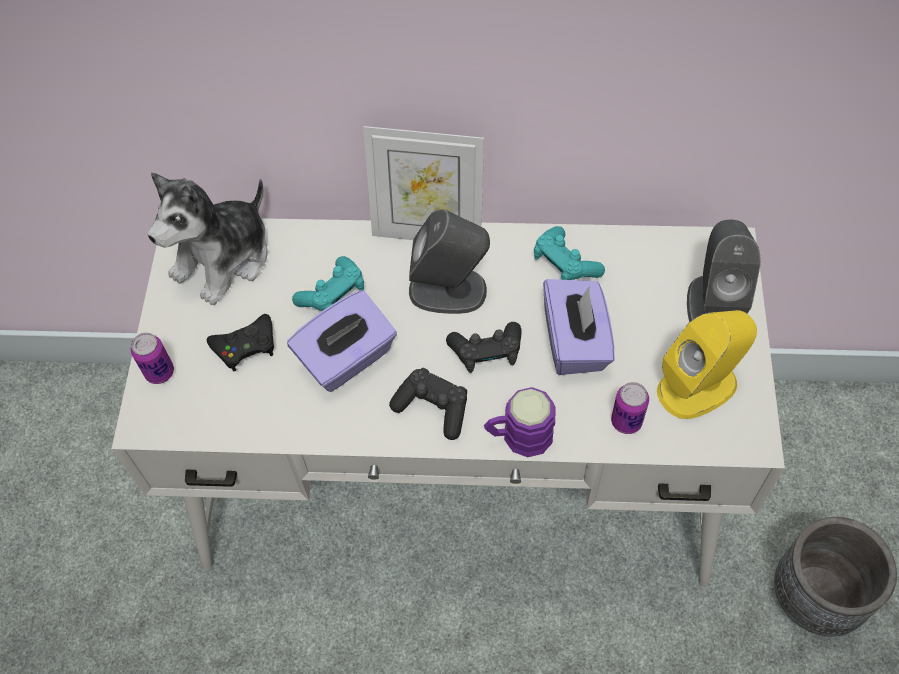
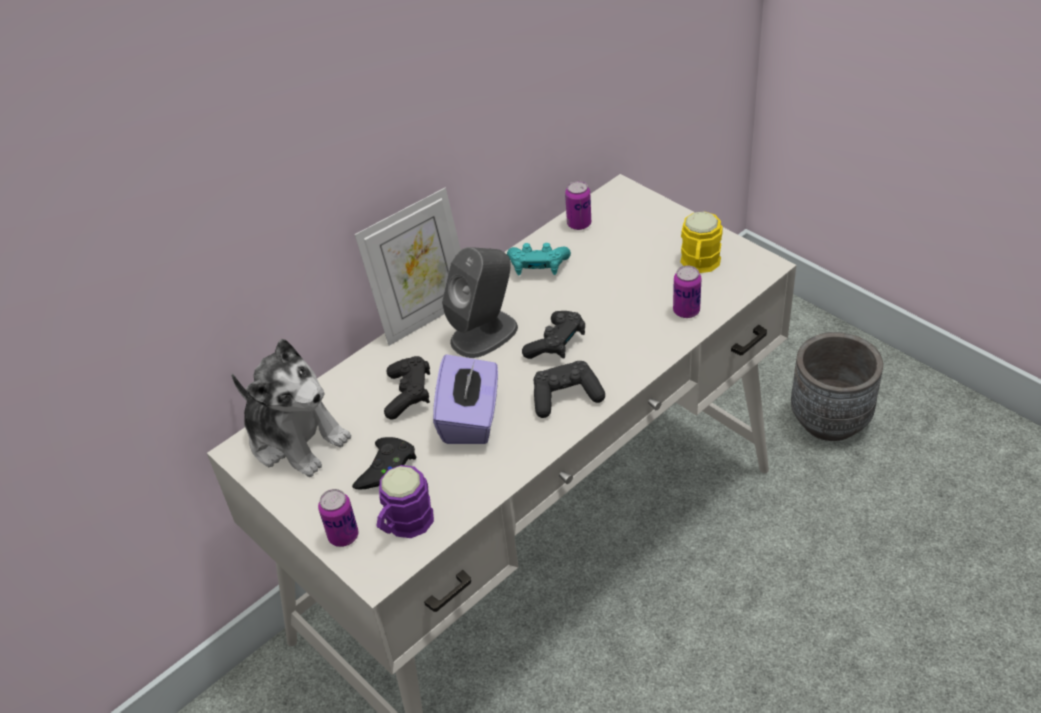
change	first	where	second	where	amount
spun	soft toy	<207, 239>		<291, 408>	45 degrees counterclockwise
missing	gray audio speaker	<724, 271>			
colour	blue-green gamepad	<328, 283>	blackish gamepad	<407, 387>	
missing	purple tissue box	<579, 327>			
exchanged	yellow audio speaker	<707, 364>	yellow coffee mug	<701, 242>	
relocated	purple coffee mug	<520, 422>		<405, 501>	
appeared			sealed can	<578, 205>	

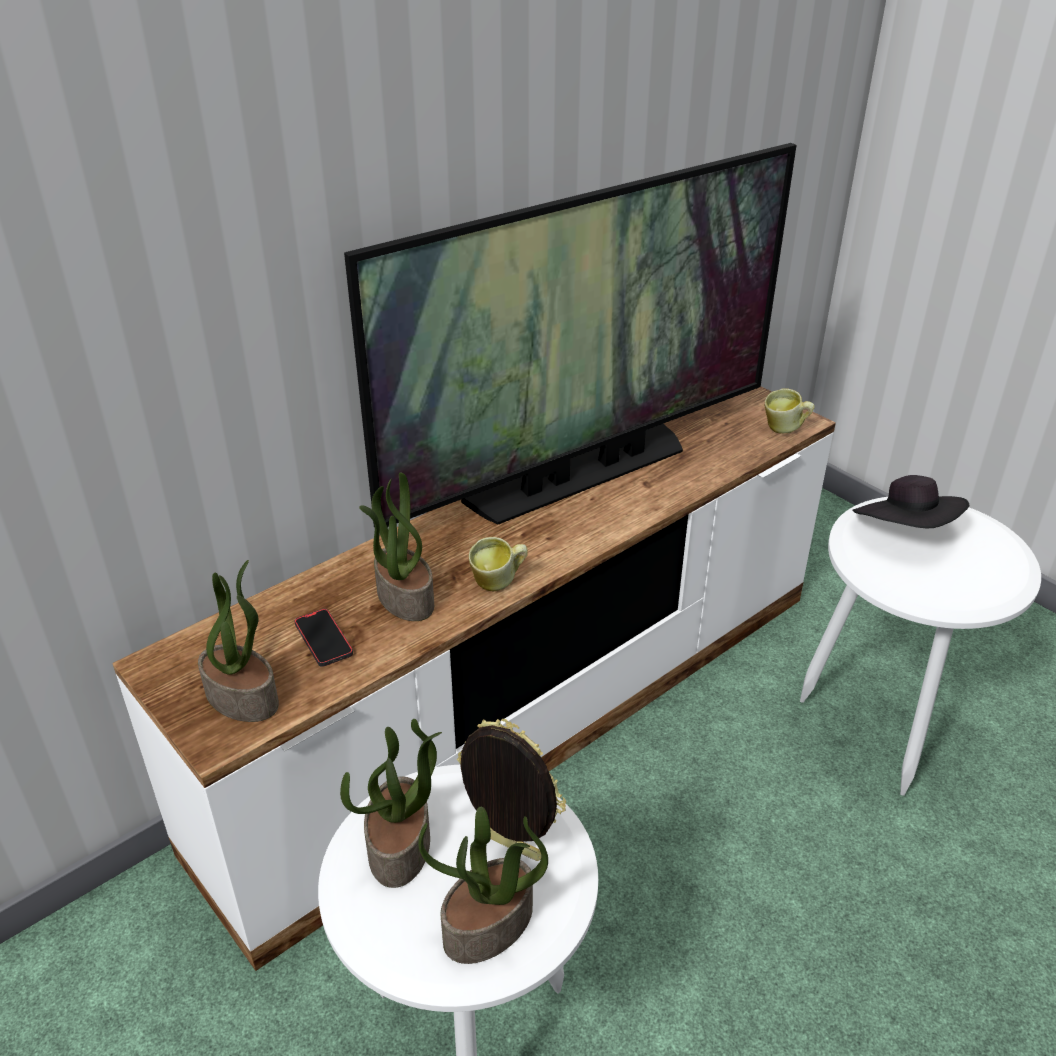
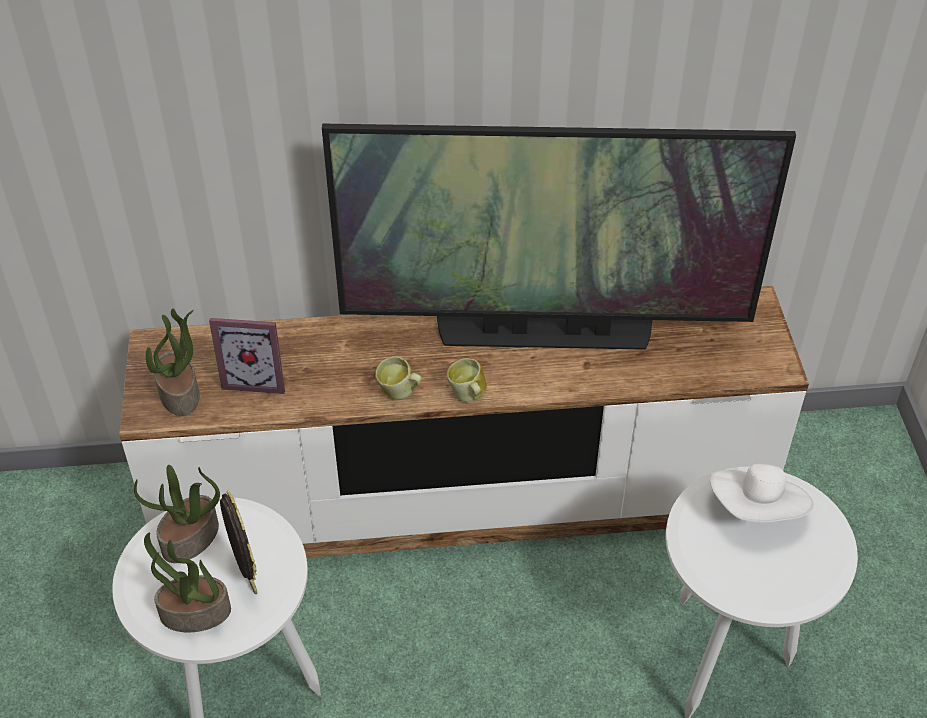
change	first	where	second	where	amount
relocated	coffee mug	<790, 410>		<467, 380>	
missing	plant in a pot	<396, 547>			
colour	blackish hat	<911, 501>	white-coloured hat	<762, 493>	
exchanged	phone	<323, 638>	standing frame	<247, 356>	

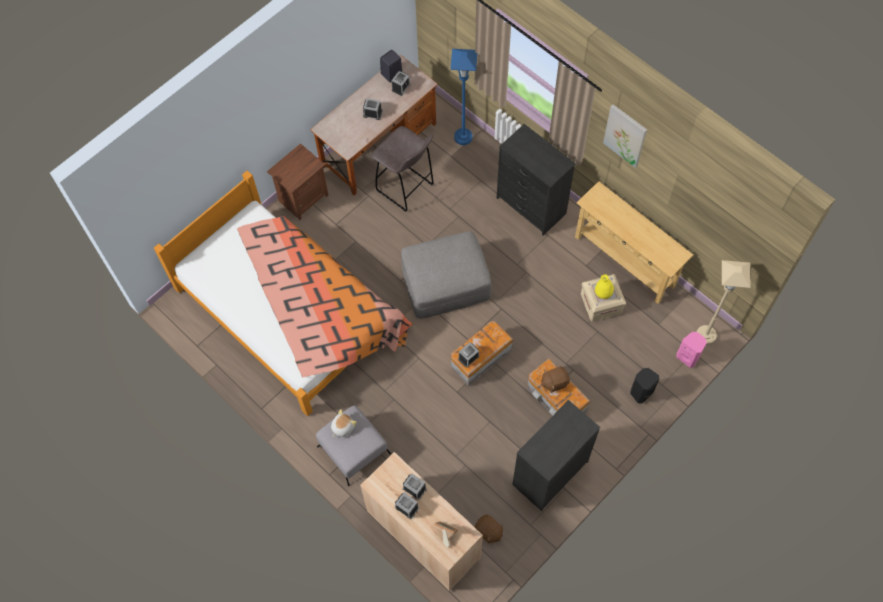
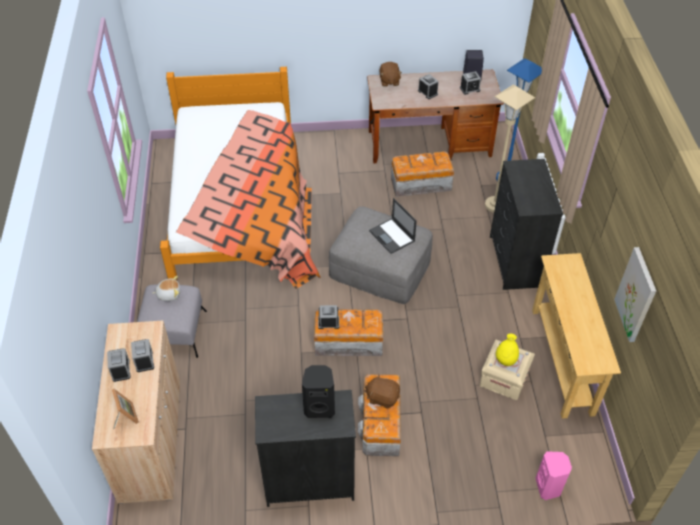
change	first	where	second	where	amount
relocated	picture	<625, 136>		<635, 294>	
exchanged	gray stool	<402, 169>	storage box	<422, 174>	
missing	brown bedside table	<298, 182>			
relocated	beige-coloured standing lamp	<723, 302>		<510, 148>	
relocated	blackish audio speaker	<644, 386>		<318, 391>	
relocated	brown soft toy	<489, 529>		<391, 74>	
appeared			portable computer	<393, 226>	

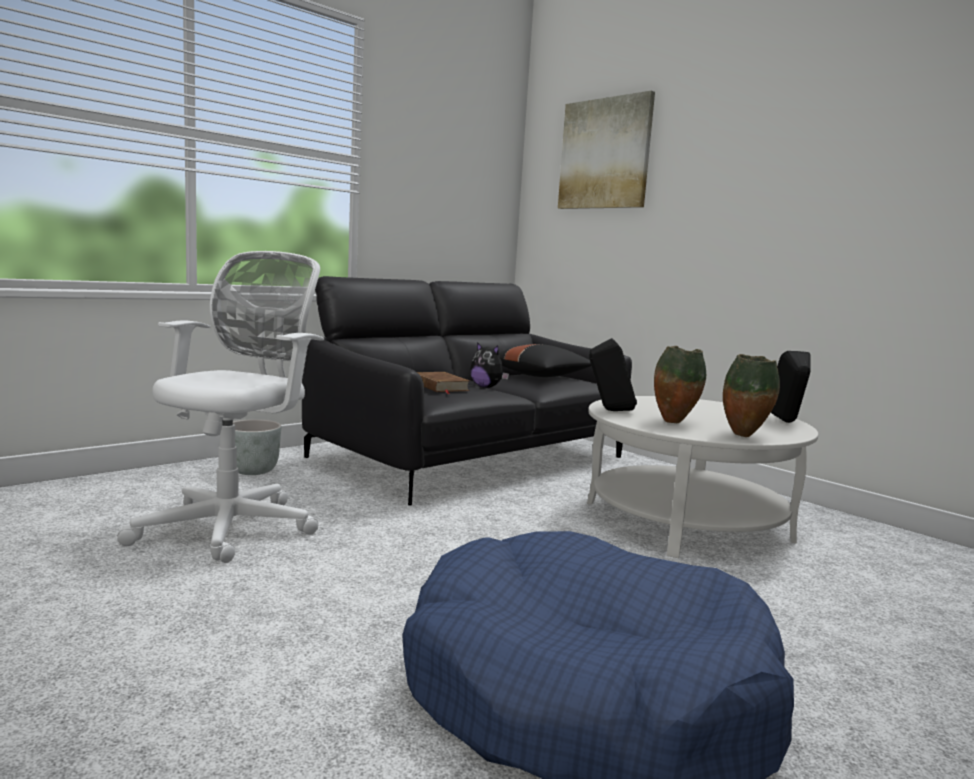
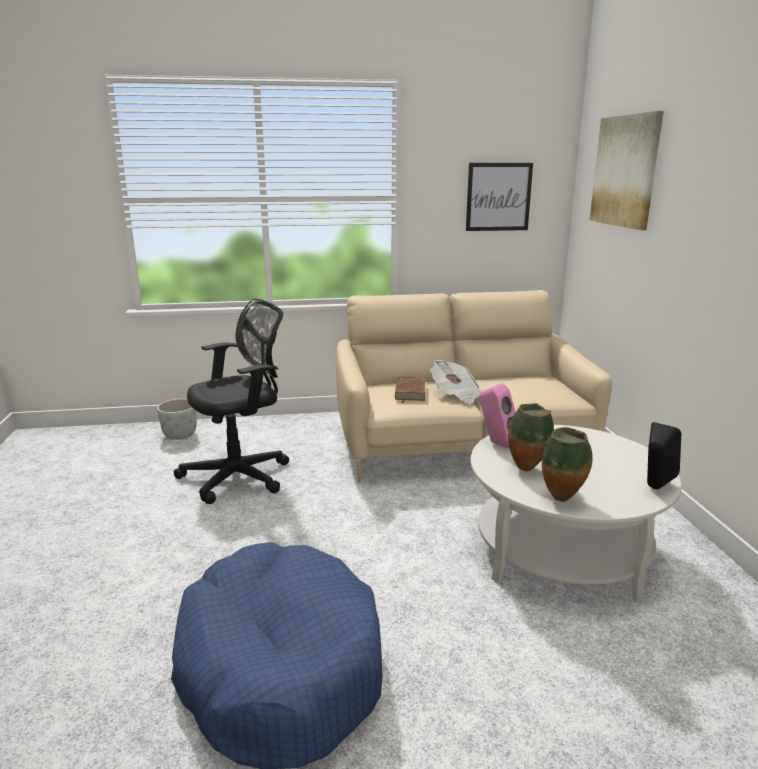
change	first	where	second	where	amount
colour	white-coloured computer chair	<220, 407>	blackish computer chair	<231, 401>	
colour	blackish sofa	<467, 391>	beige-coloured sofa	<474, 386>	
colour	blackish audio speaker	<613, 374>	pink audio speaker	<497, 416>	
exchanged	soft toy	<489, 365>	newspaper	<456, 382>	
missing	blackish pillow	<544, 360>			
relocated	gray planter	<257, 447>		<177, 419>	
appeared			picture	<499, 197>	

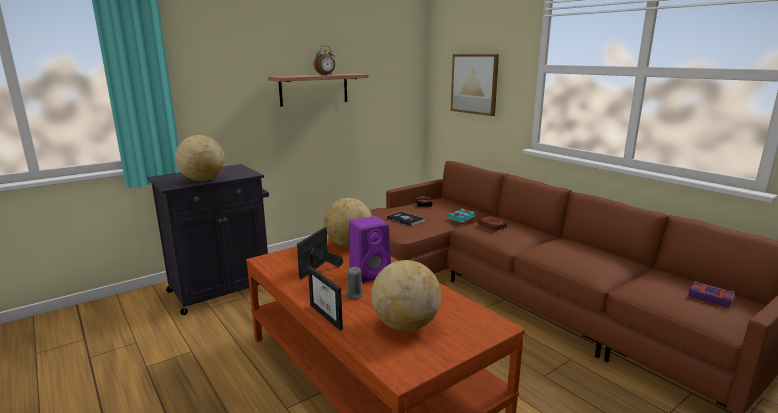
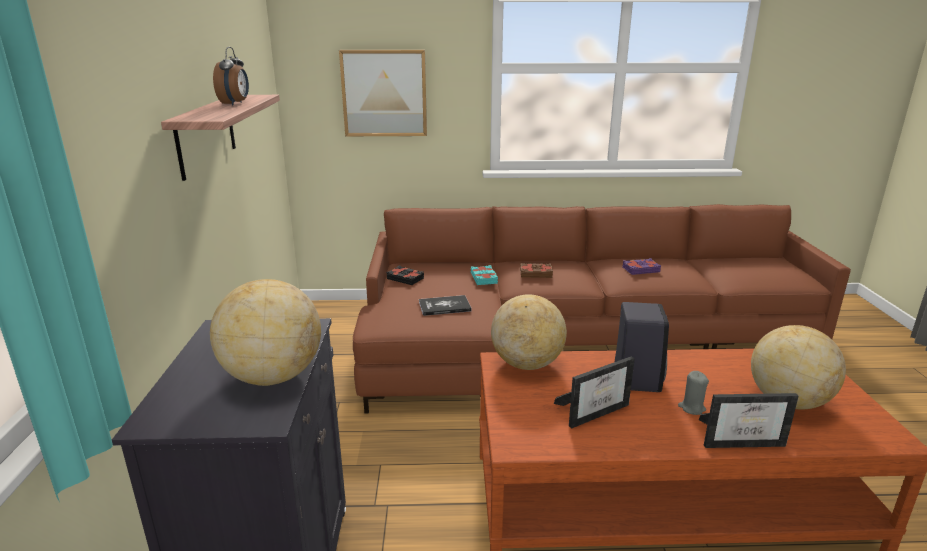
change	first	where	second	where	amount
colour	purple audio speaker	<370, 249>	blackish audio speaker	<642, 347>	
spun	standing frame	<320, 253>		<594, 392>	90 degrees counterclockwise
relocated	purple bound book	<711, 294>		<642, 266>	

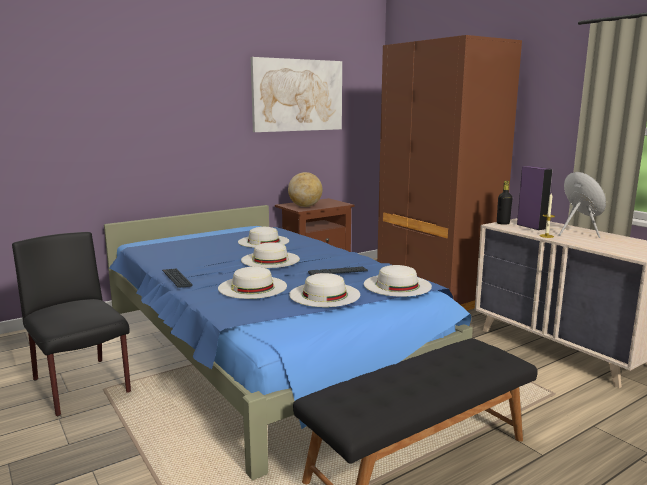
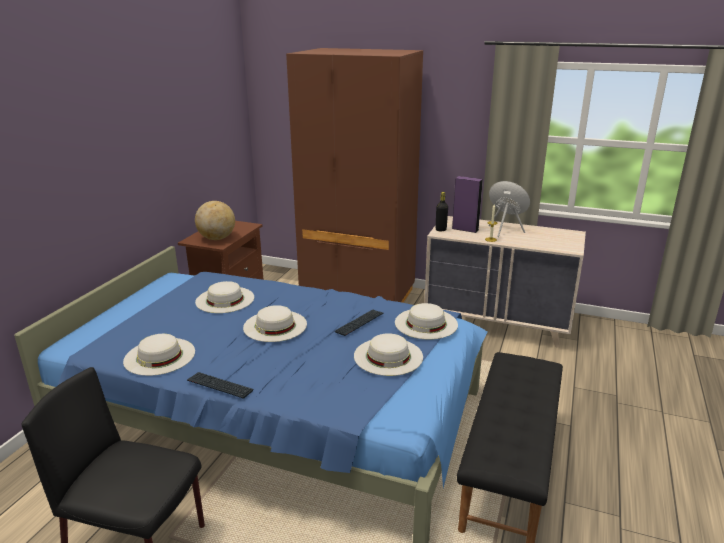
change	first	where	second	where	amount
missing	picture	<296, 94>			
relocated	white-coloured hat	<252, 283>		<159, 355>	

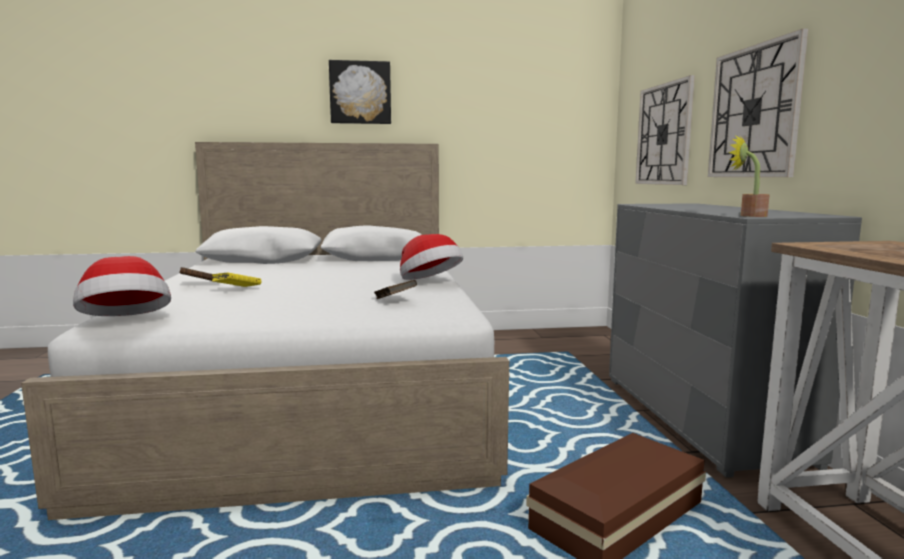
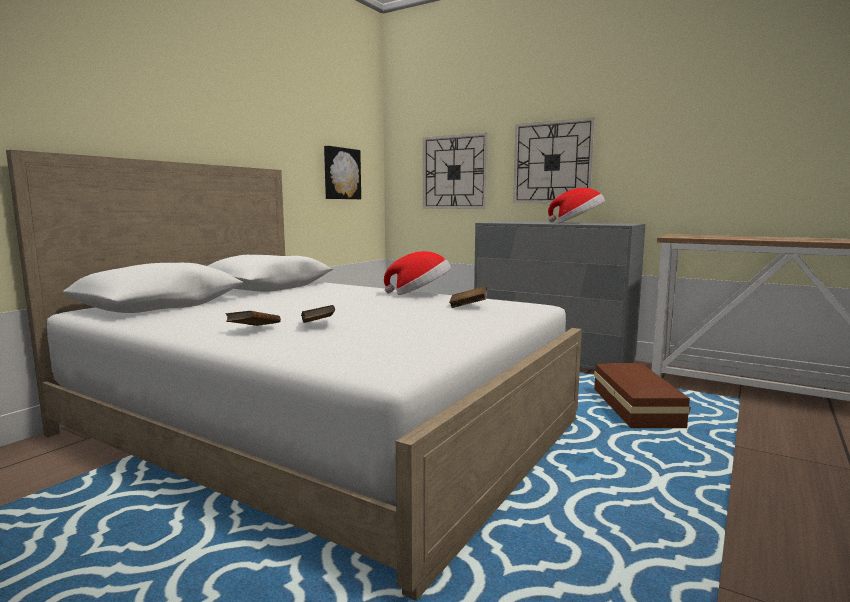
change	first	where	second	where	amount
relocated	picture	<360, 92>		<342, 172>	
missing	plant in a pot	<749, 176>			
relocated	hat	<122, 286>		<576, 205>	
colour	yellow bound book	<236, 280>	brown bound book	<318, 314>	

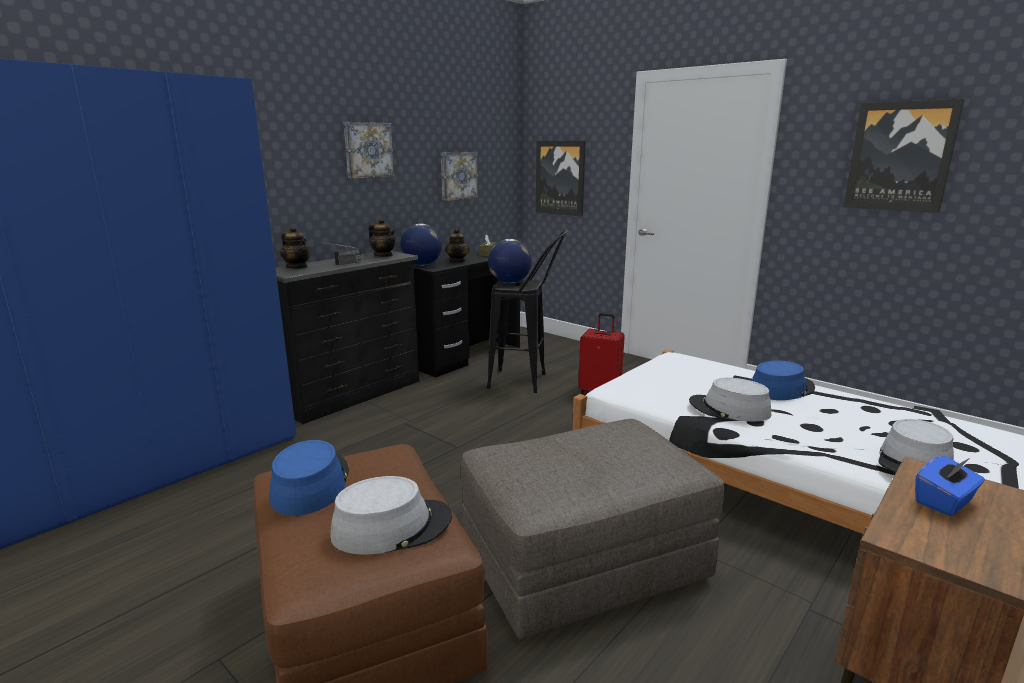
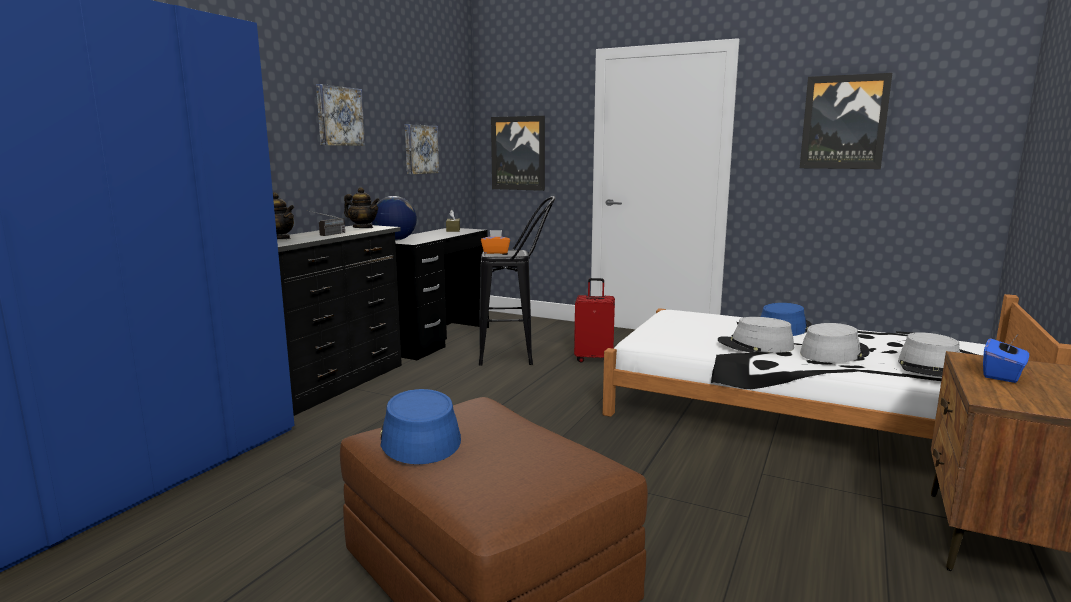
change	first	where	second	where	amount
missing	pot for tea	<457, 245>			
exchanged	desk globe	<510, 261>	orange tissue box	<495, 242>	
missing	gray pouffe	<593, 529>			
relocated	gray hat	<391, 515>		<835, 343>	

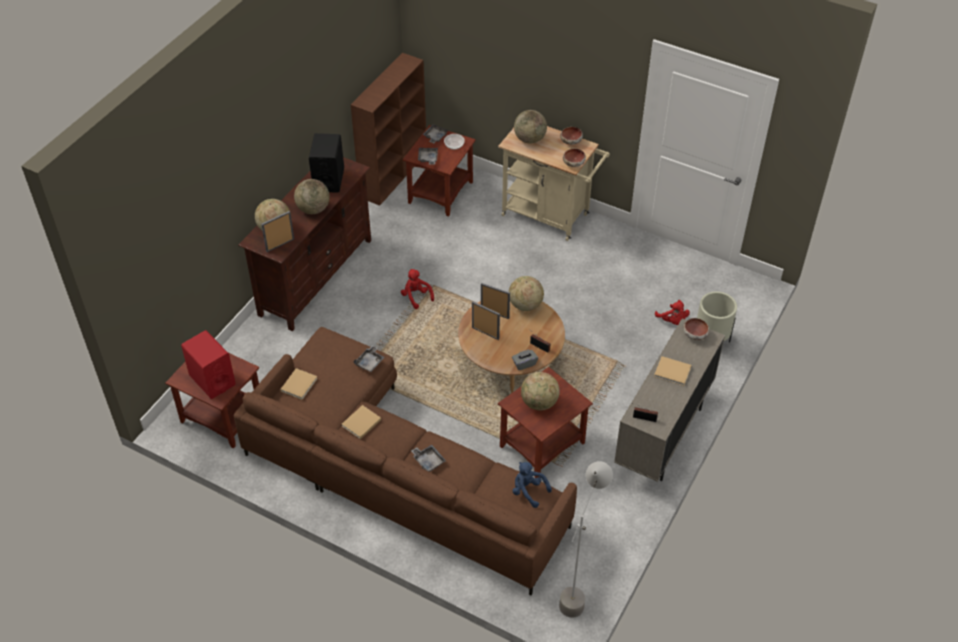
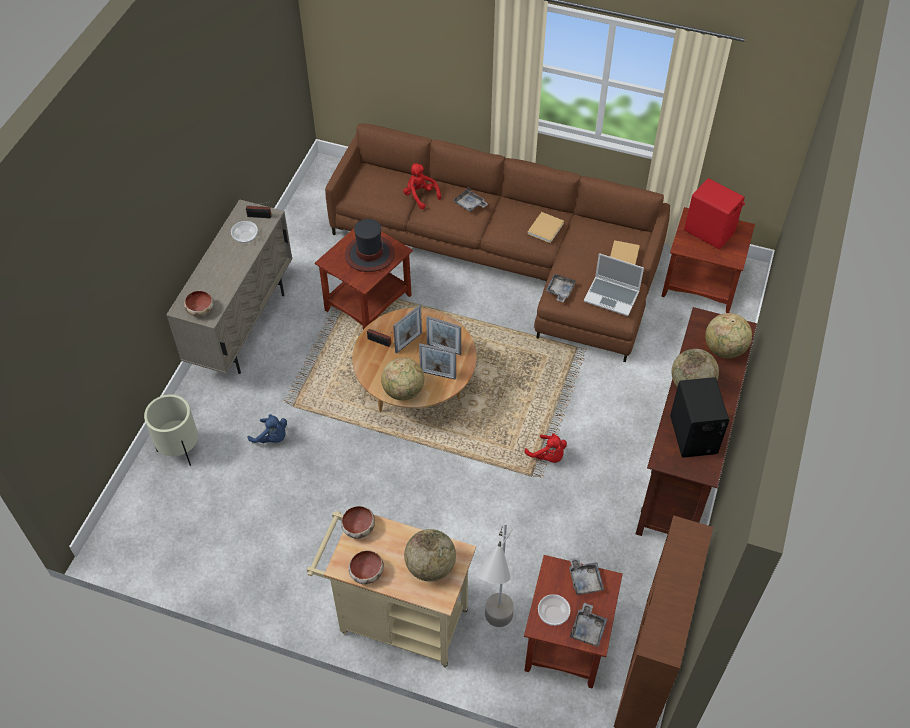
change	first	where	second	where	amount
relocated	standing frame	<277, 231>		<407, 329>	
relocated	red-coloured soft toy	<672, 312>		<422, 186>	
missing	gray tissue box	<525, 359>			
missing	beige-coloured bound book	<672, 371>			
exchanged	desk globe	<540, 391>	hat	<370, 245>	
relocated	gray standing lamp	<586, 539>		<495, 575>	
relocated	blue-coloured soft toy	<532, 485>		<267, 428>	
appeared			deep dish	<244, 232>	
appeared			portable computer	<614, 284>	

